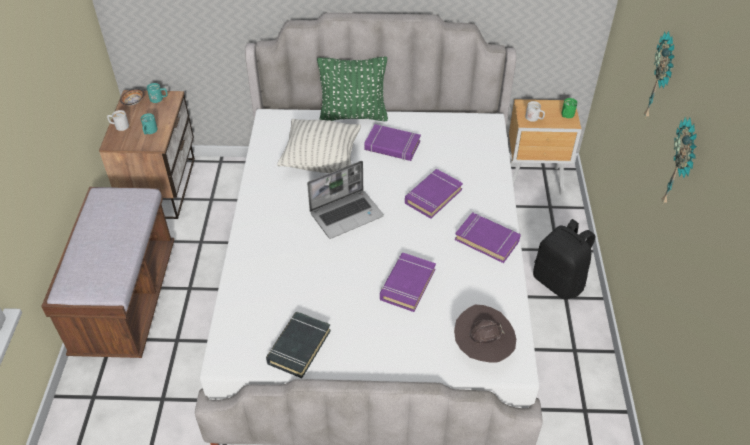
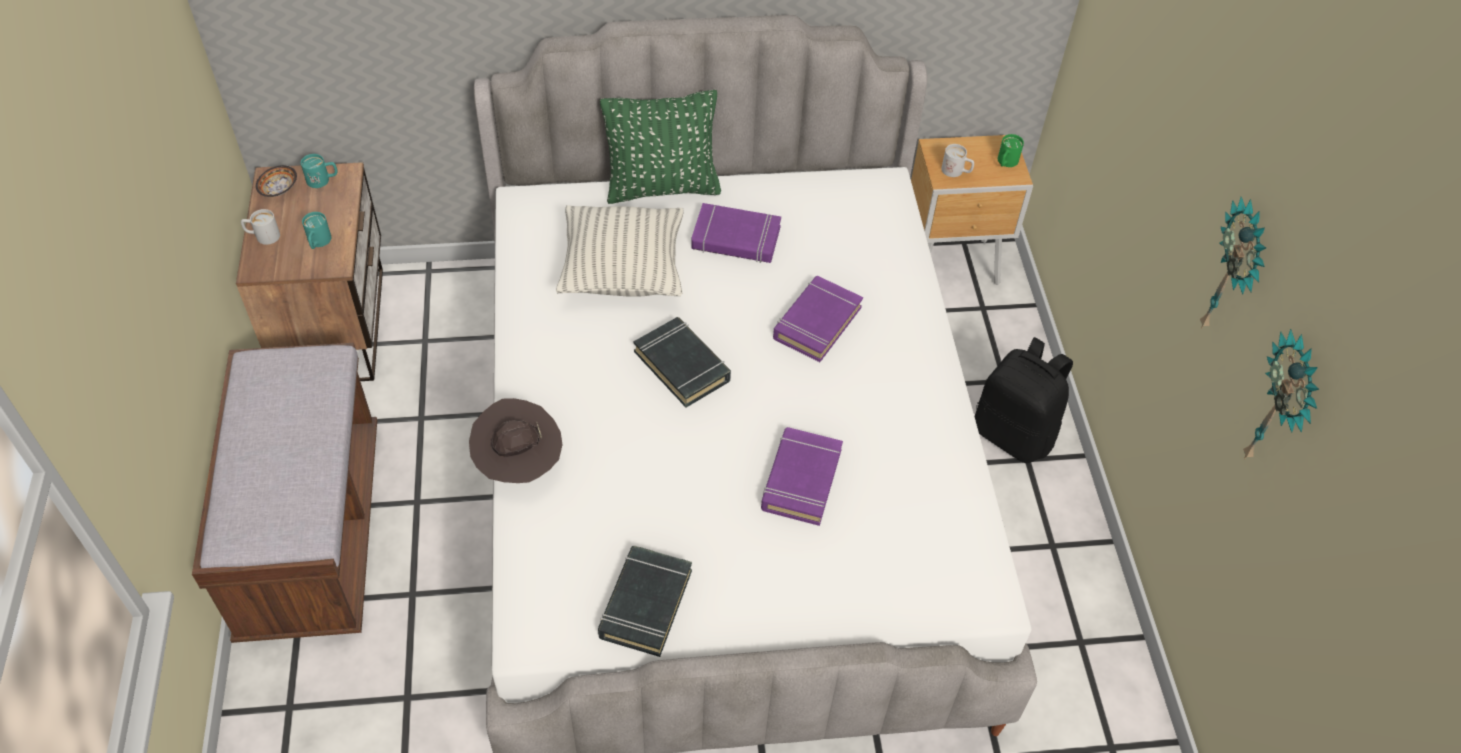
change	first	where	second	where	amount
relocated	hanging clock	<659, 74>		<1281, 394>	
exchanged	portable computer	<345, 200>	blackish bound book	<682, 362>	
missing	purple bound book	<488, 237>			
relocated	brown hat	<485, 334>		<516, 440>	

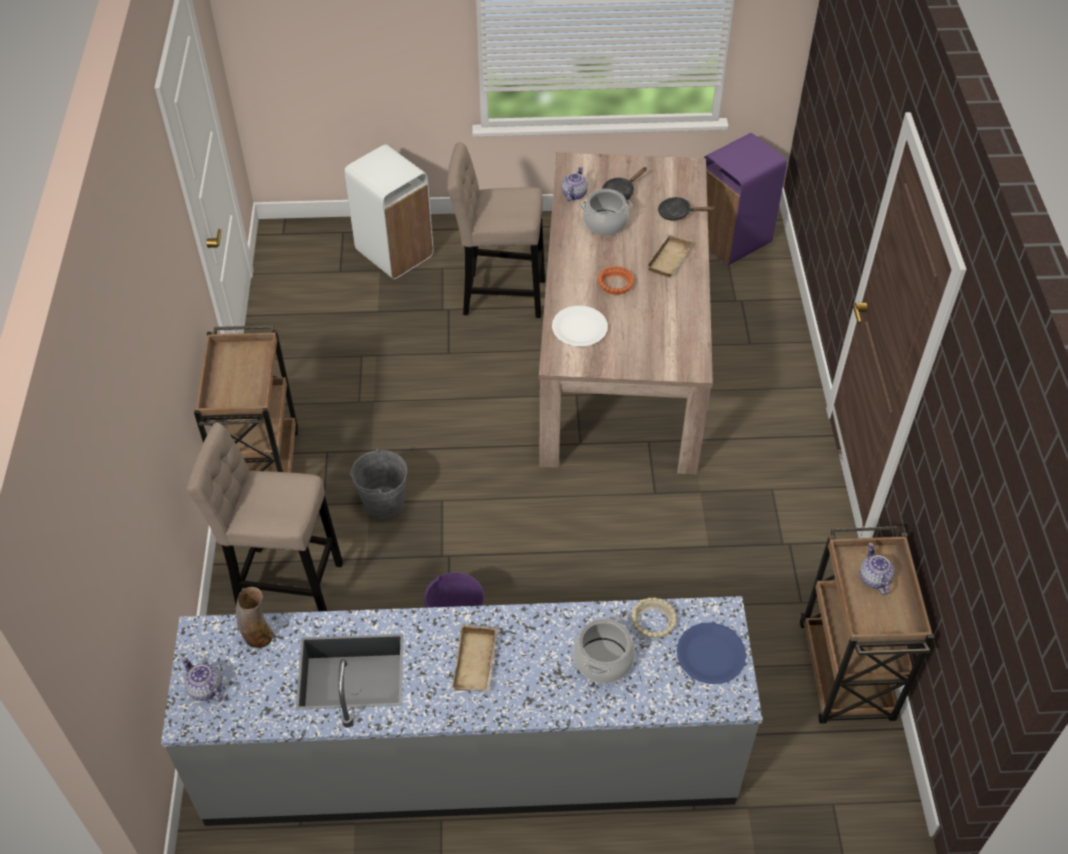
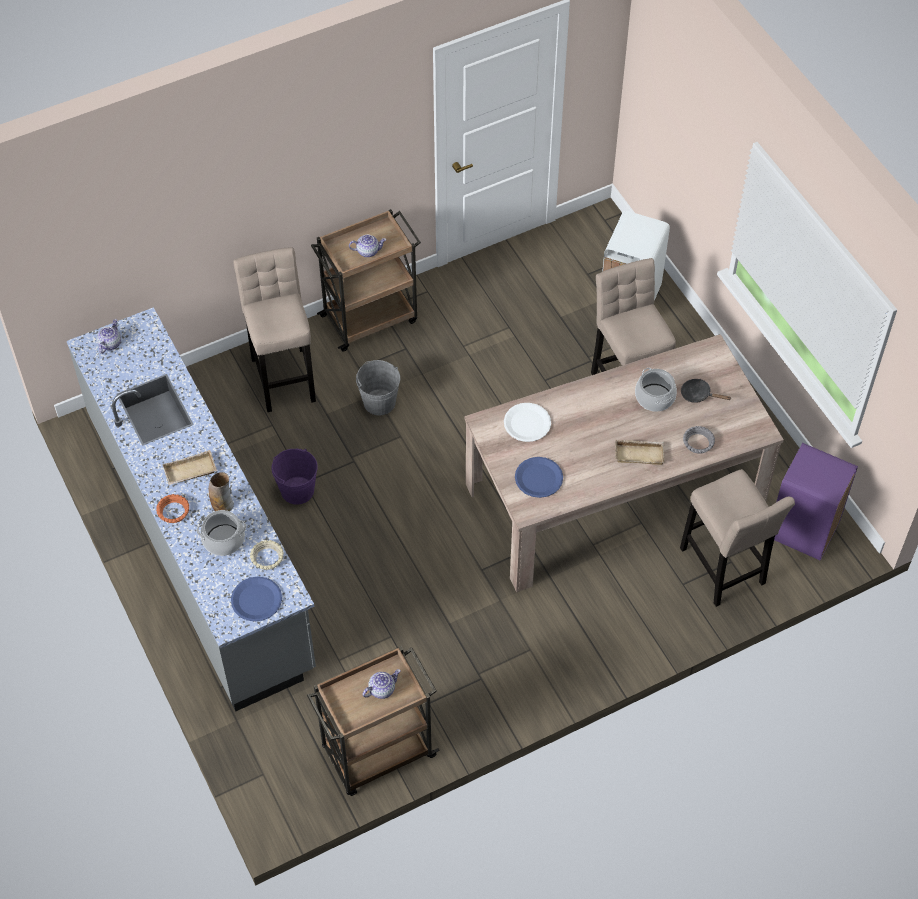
change	first	where	second	where	amount
relocated	pot for tea	<575, 183>		<367, 245>	
exchanged	blackish pan	<686, 209>	gray deep dish	<699, 440>	
relocated	orange deep dish	<616, 280>		<172, 508>	
relocated	decorative vase	<254, 617>		<221, 491>	
appeared			blue-coloured plate	<539, 477>	
appeared			beige-coloured stool	<737, 538>	

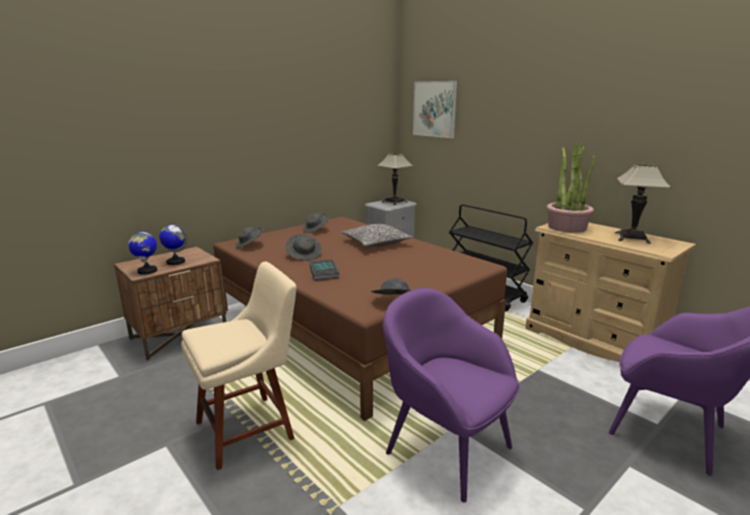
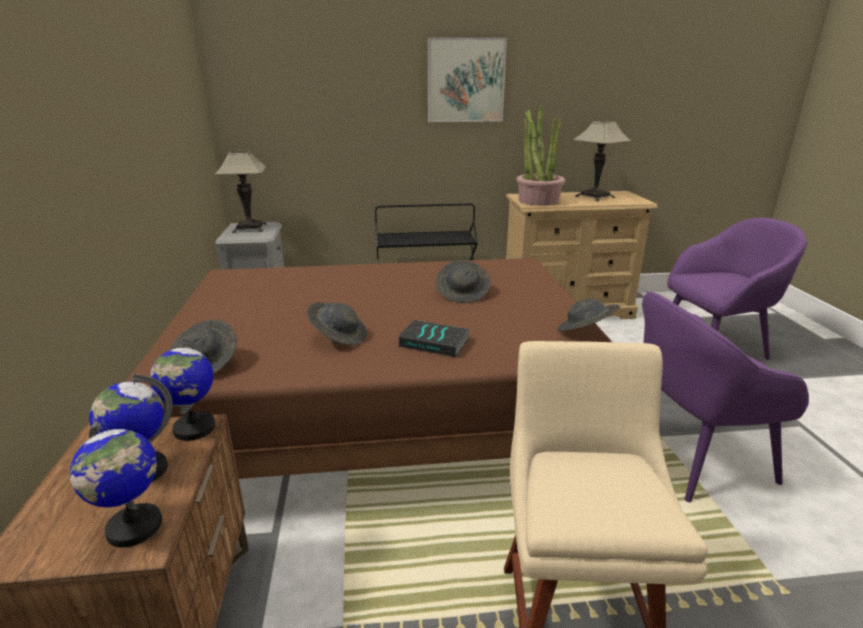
change	first	where	second	where	amount
relocated	picture	<435, 109>		<467, 79>	
relocated	gray hat	<316, 223>		<463, 281>	
missing	pillow	<377, 235>			
appeared			desk globe	<183, 389>	

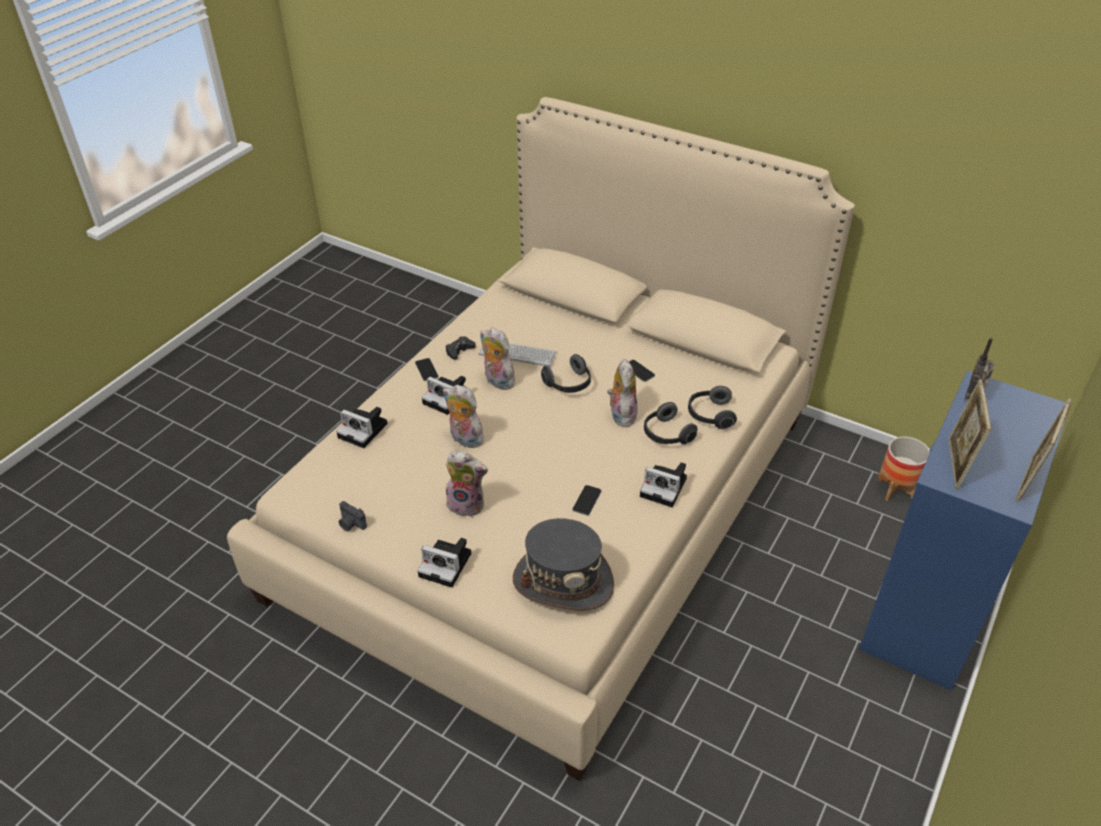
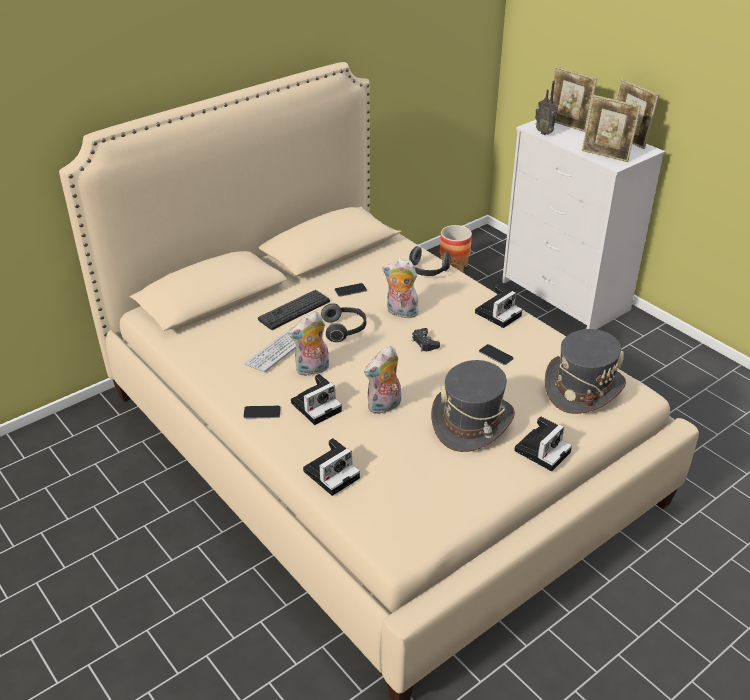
change	first	where	second	where	amount
relocated	blackish gamepad	<461, 348>		<426, 339>	
colour	blue-coloured drawer chest	<965, 530>	white-coloured drawer chest	<583, 224>	
missing	headphones	<671, 423>			
exchanged	soft toy	<465, 483>	gray hat	<473, 406>	
missing	still camera	<353, 516>			
appeared			standing frame	<573, 99>	
appeared			computer keyboard	<294, 310>	

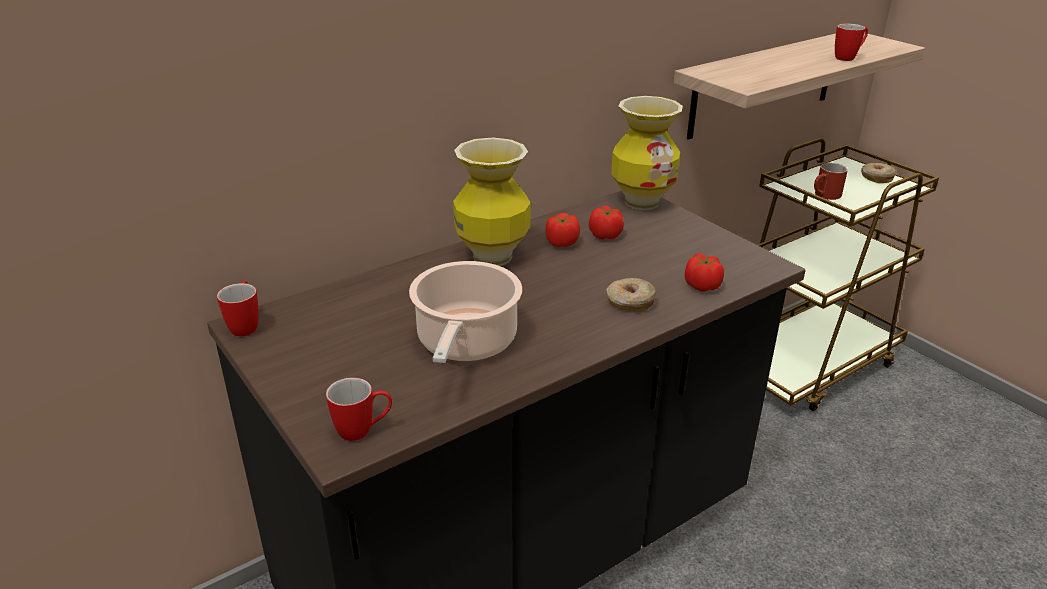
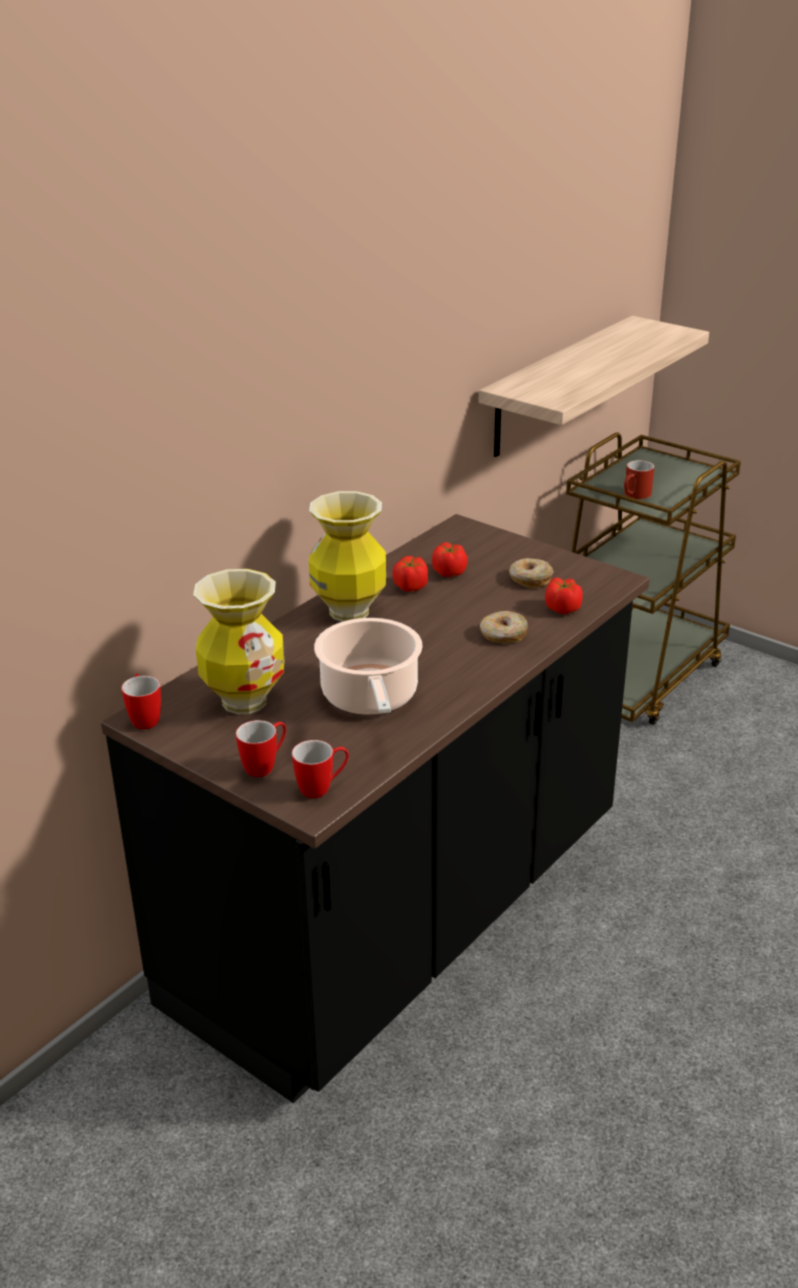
change	first	where	second	where	amount
relocated	coffee mug	<851, 42>		<261, 748>	
relocated	decorative vase	<647, 153>		<238, 641>	
relocated	doughnut	<879, 173>		<531, 573>	

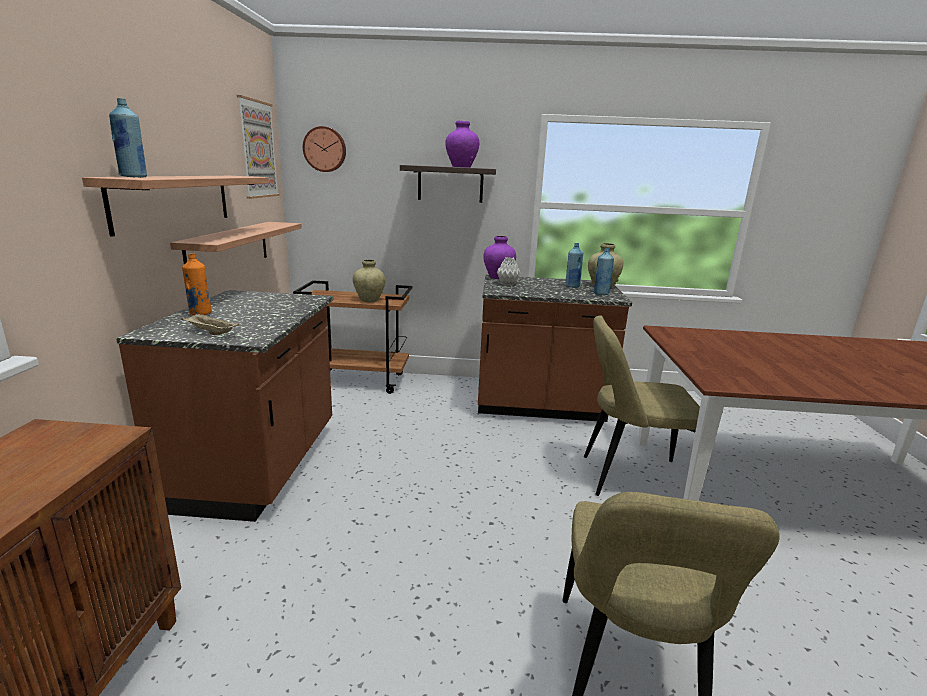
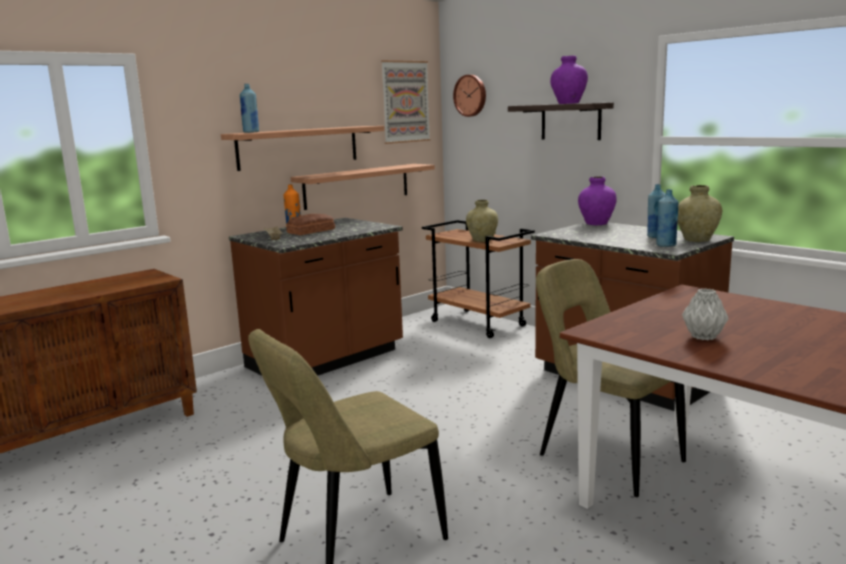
change	first	where	second	where	amount
relocated	gray decorative vase	<508, 271>		<705, 314>	
appeared			bakery bread	<310, 224>	

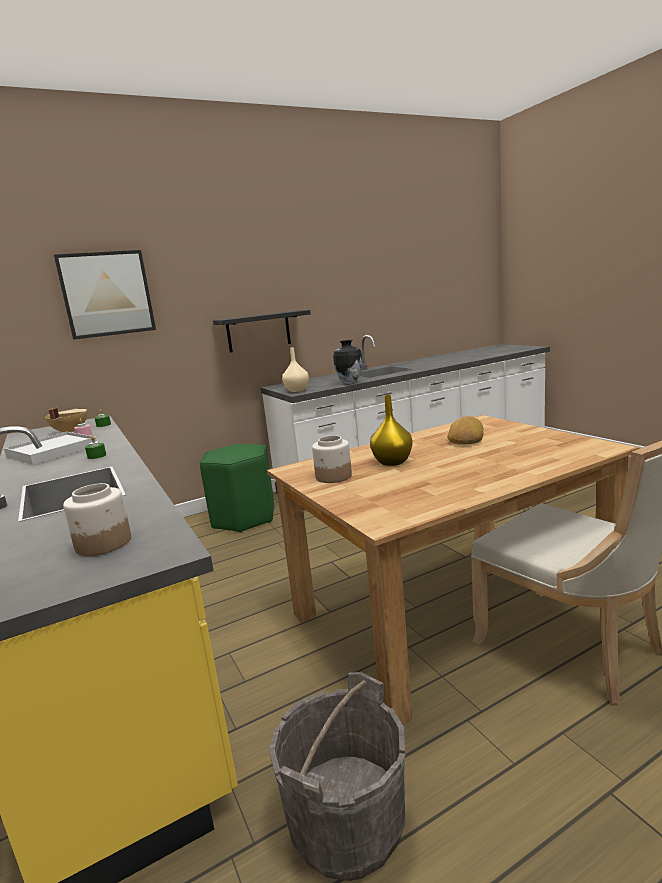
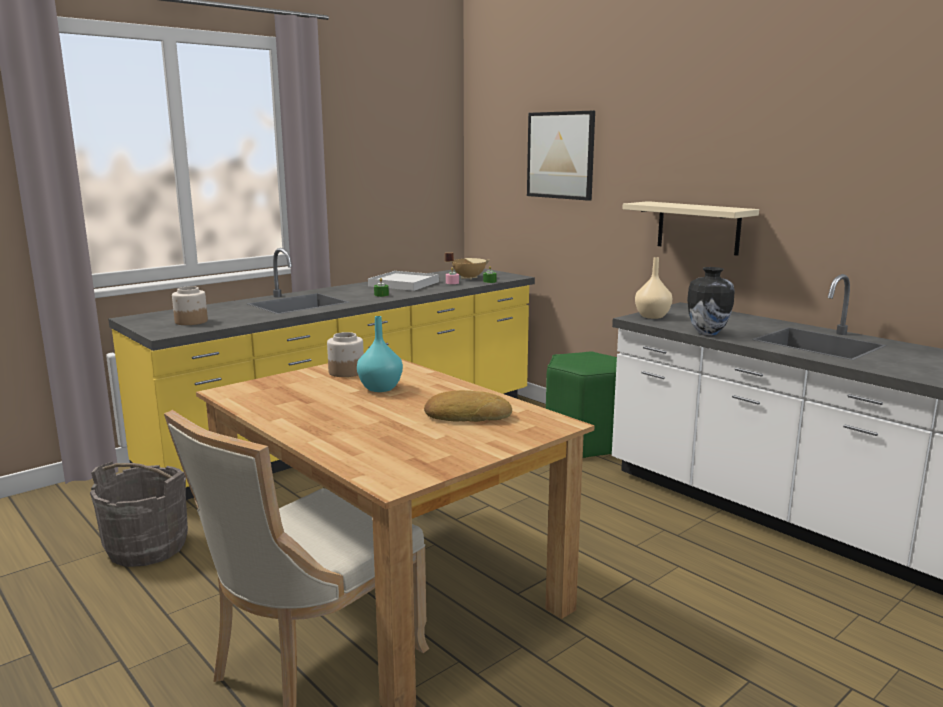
change	first	where	second	where	amount
colour	blackish shelf	<262, 331>	beige-coloured shelf	<690, 228>	
colour	yellow decorative vase	<391, 430>	blue-green decorative vase	<380, 354>	

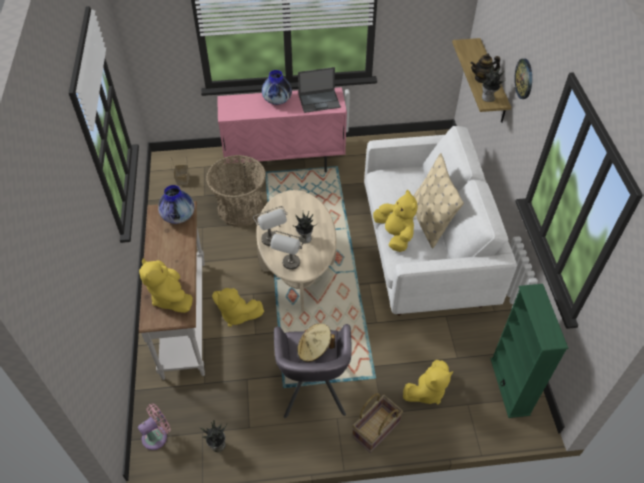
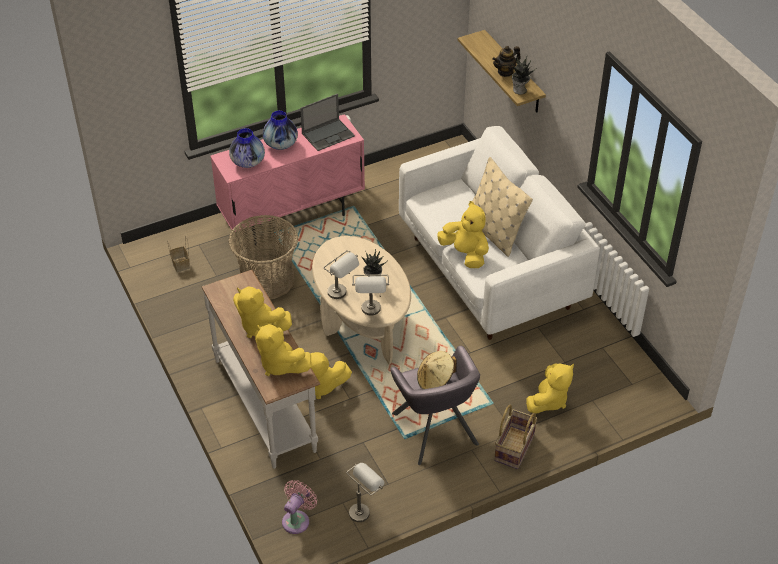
change	first	where	second	where	amount
missing	hanging clock	<523, 79>			
relocated	decorative vase	<176, 204>		<247, 148>	
missing	green shelving unit	<529, 351>			
exchanged	plant in a pot	<213, 436>	gray tabletop lamp	<365, 492>	
appeared			yellow soft toy	<262, 312>	

